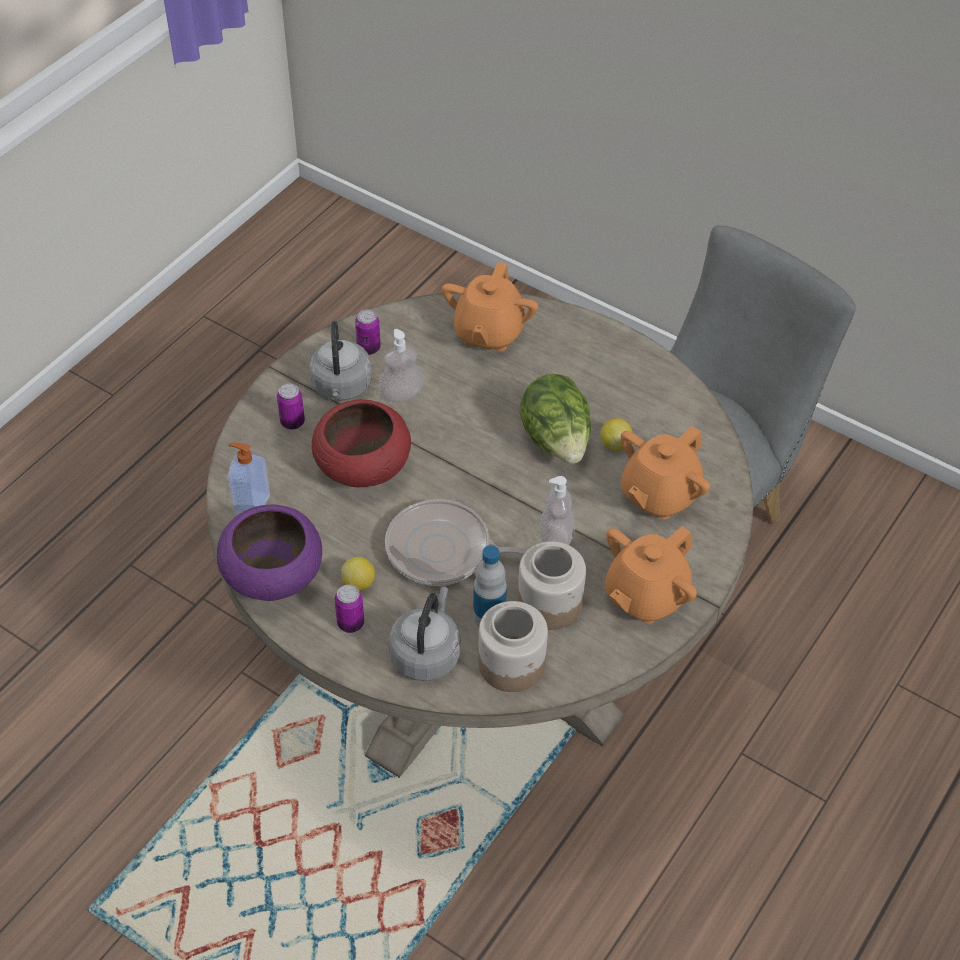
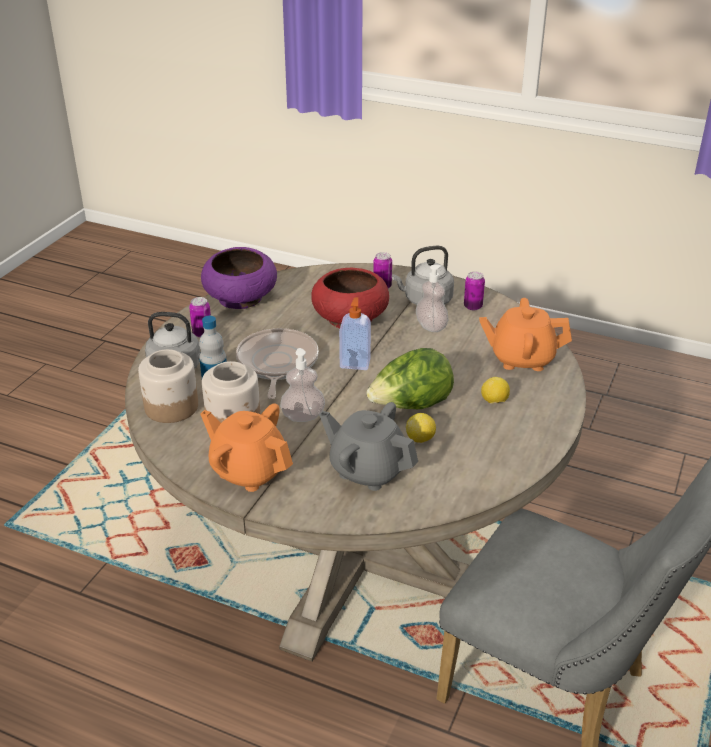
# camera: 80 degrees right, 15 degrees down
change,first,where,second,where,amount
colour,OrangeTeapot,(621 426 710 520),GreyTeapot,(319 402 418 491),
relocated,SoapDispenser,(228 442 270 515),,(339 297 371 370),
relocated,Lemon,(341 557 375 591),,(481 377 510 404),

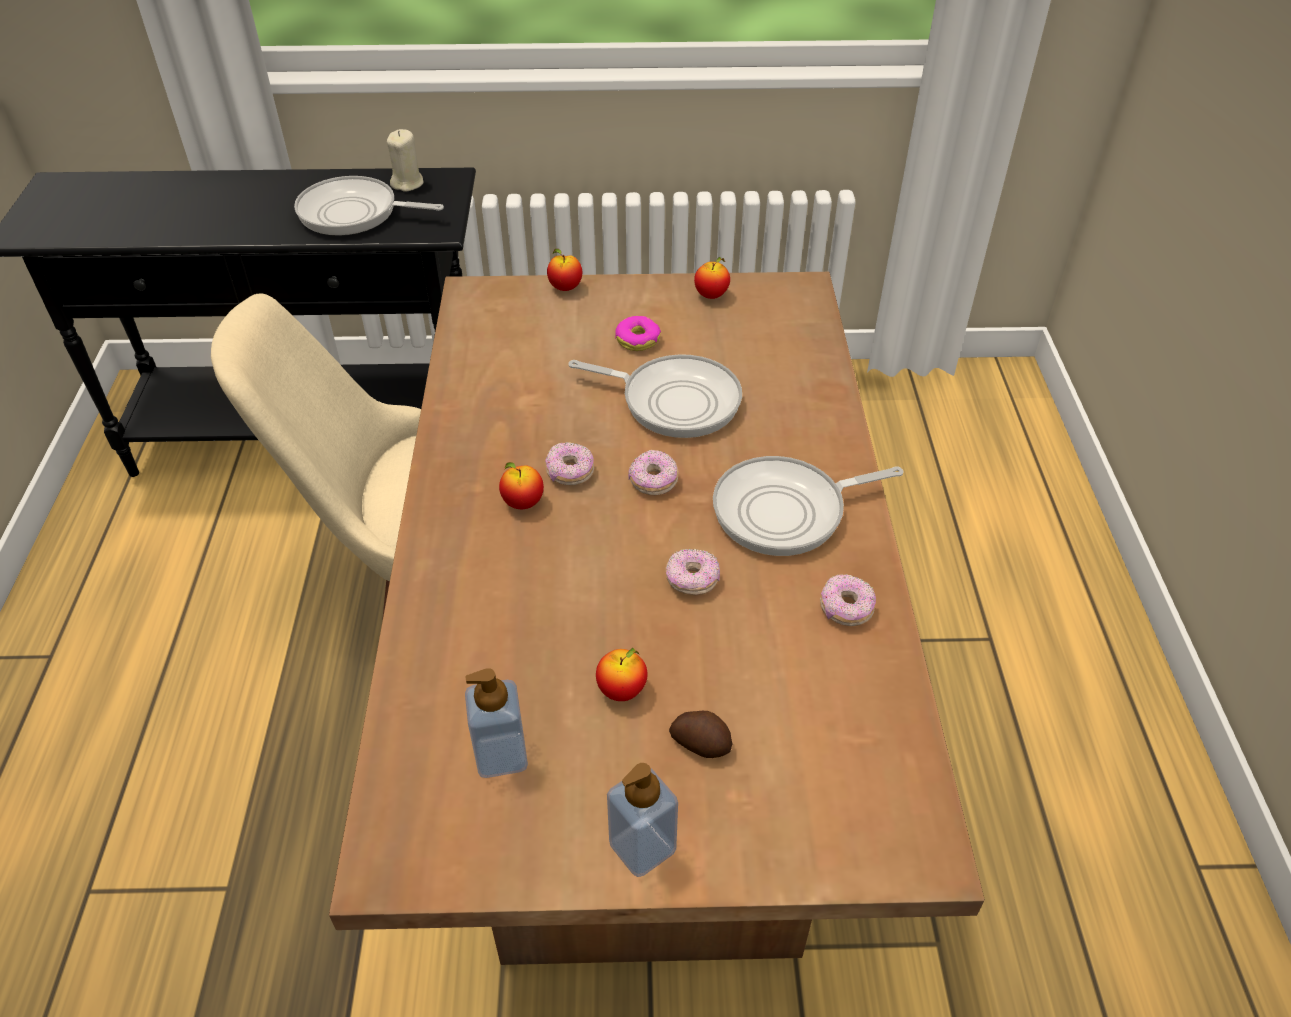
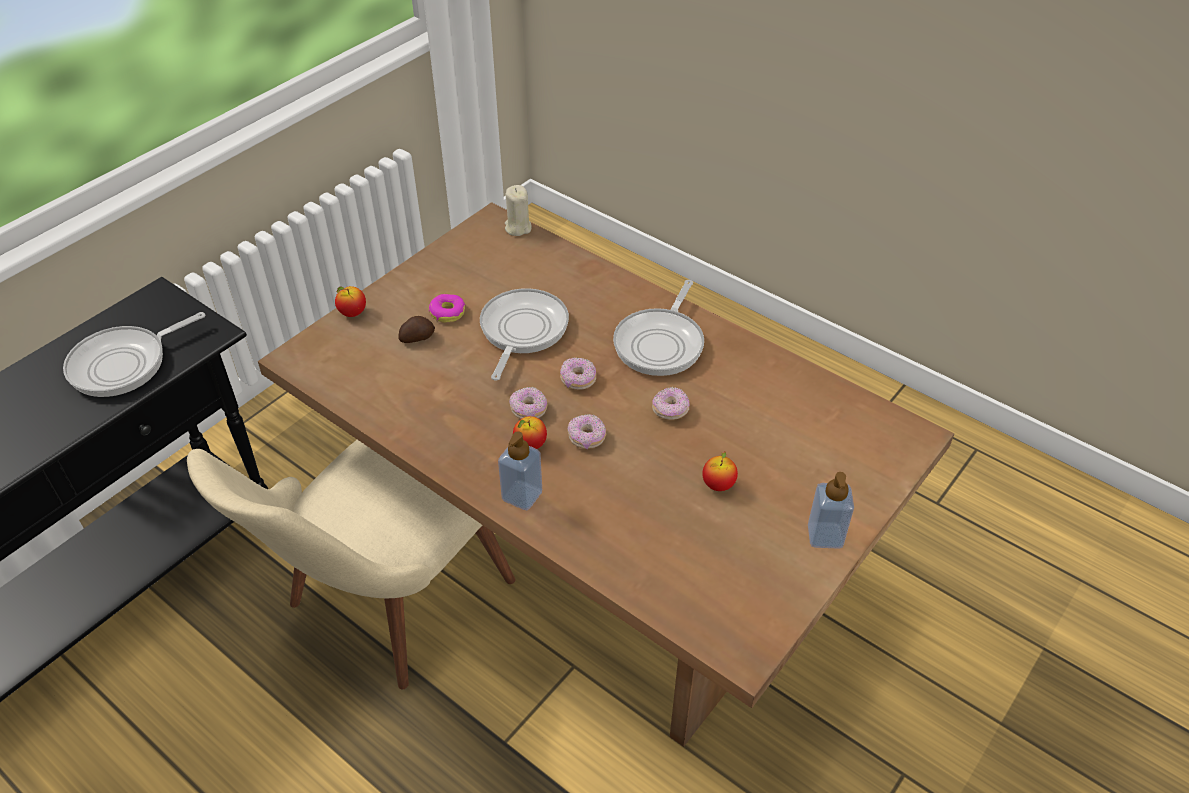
# camera: 50 degrees left, 0 degrees up
change,first,where,second,where,amount
relocated,Potato,(669 711 732 758),,(398 316 435 343),
spun,FryingPan,(569 354 742 438),,(480 288 569 380),45 degrees counterclockwise
relocated,SoapDispenser,(465 668 528 778),,(498 431 542 510),
relocated,BeigeCandle,(387 129 424 191),,(505 185 532 236),
relocated,Donut,(820 574 876 626),,(568 414 606 449),
missing,Apple,(694 257 730 299),,,

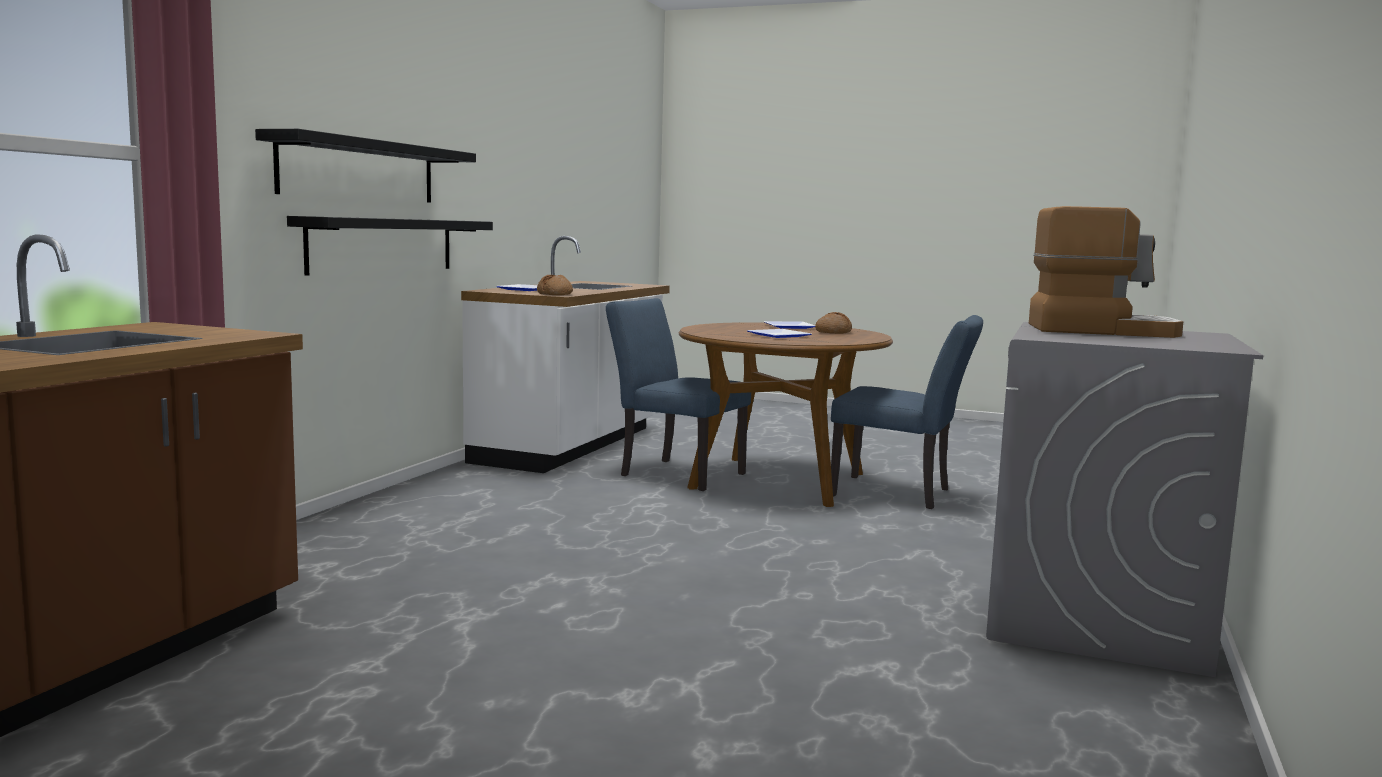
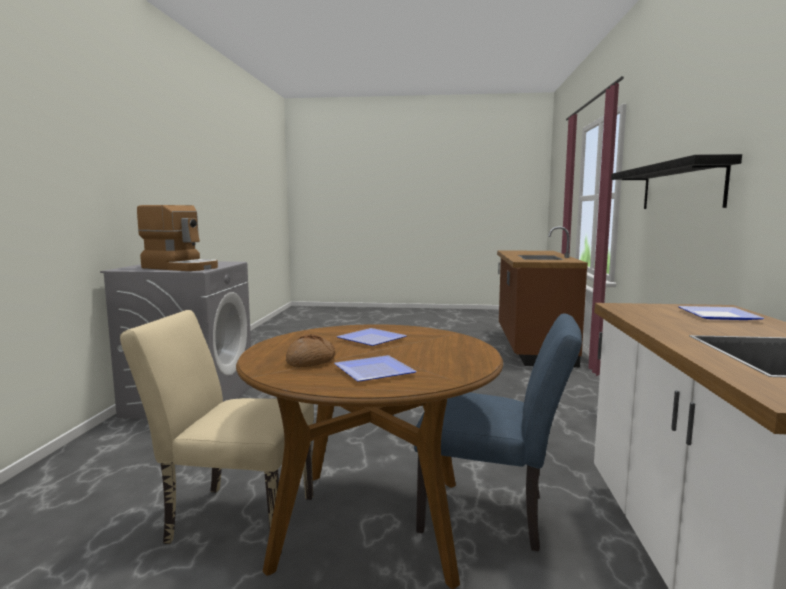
# camera: 165 degrees right, 0 degrees up
change,first,where,second,where,amount
colour,BlueChair,(831 315 983 509),BeigeChair,(120 310 314 553),
spun,CoffeeMachine,(1029 206 1183 338),,(137 205 218 271),150 degrees counterclockwise
missing,BlackShelf,(287 216 493 276),,,
missing,Bread,(537 275 573 295),,,

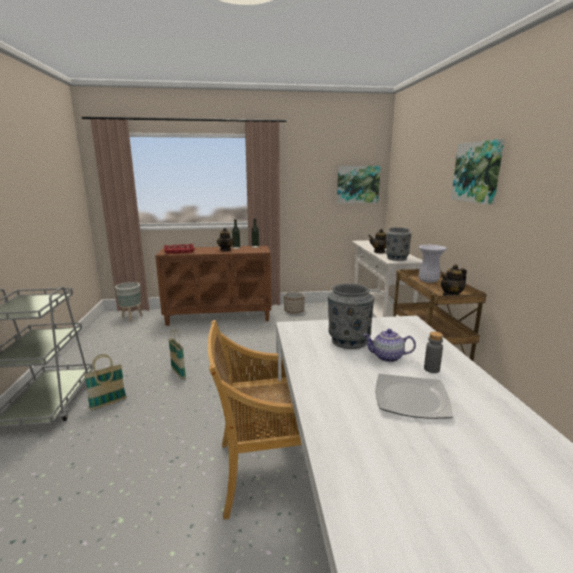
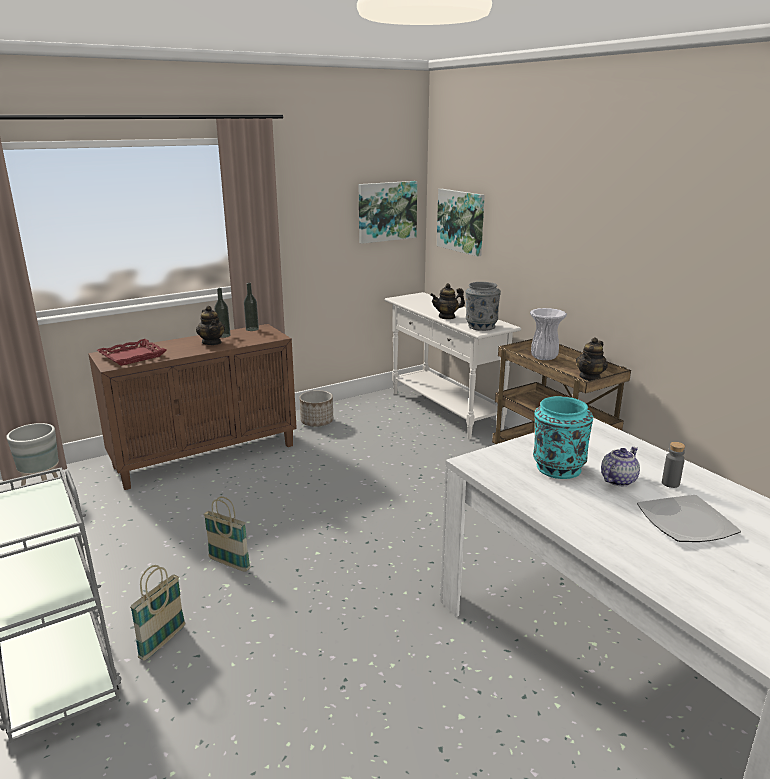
# camera: 25 degrees left, 5 degrees up
change,first,where,second,where,amount
relocated,Picture,(451 139 504 205),,(437 189 485 257),
colour,GreyVase,(328 283 374 349),TurquoiseVase,(533 396 593 479),
spun,Teapot,(363 329 416 362),,(601 447 640 486),150 degrees clockwise
missing,BeigeChair,(208 320 302 520),,,

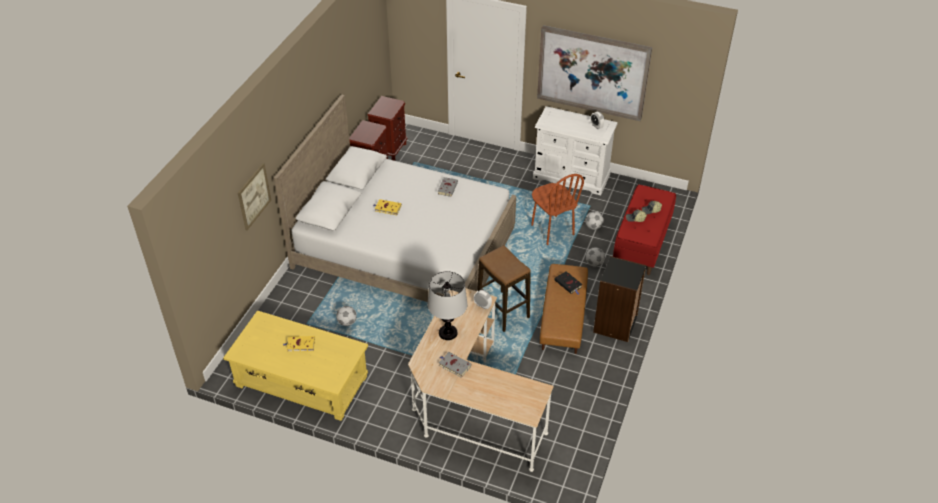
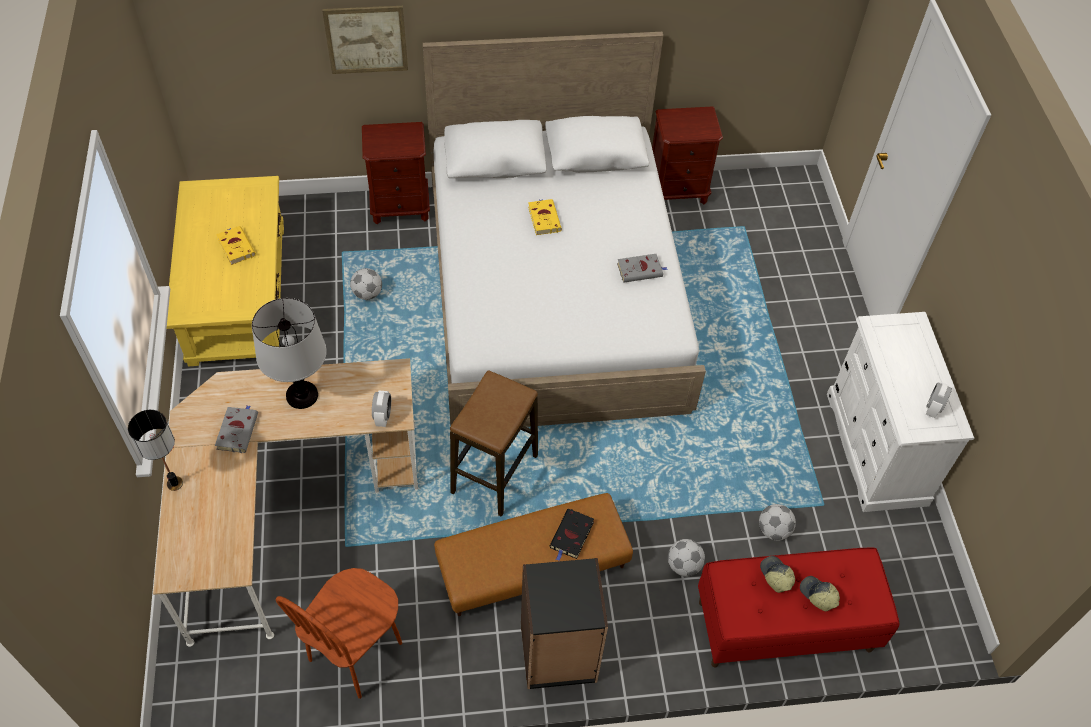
# camera: 60 degrees right, 10 degrees up
change,first,where,second,where,amount
appeared,,,TableLamp,(128 410 183 491),
relocated,BrownChair,(531 174 584 245),,(276 568 402 699),
relocated,BrownNightstand,(368 96 407 161),,(362 122 430 224),
missing,Picture,(537 25 652 121),,,

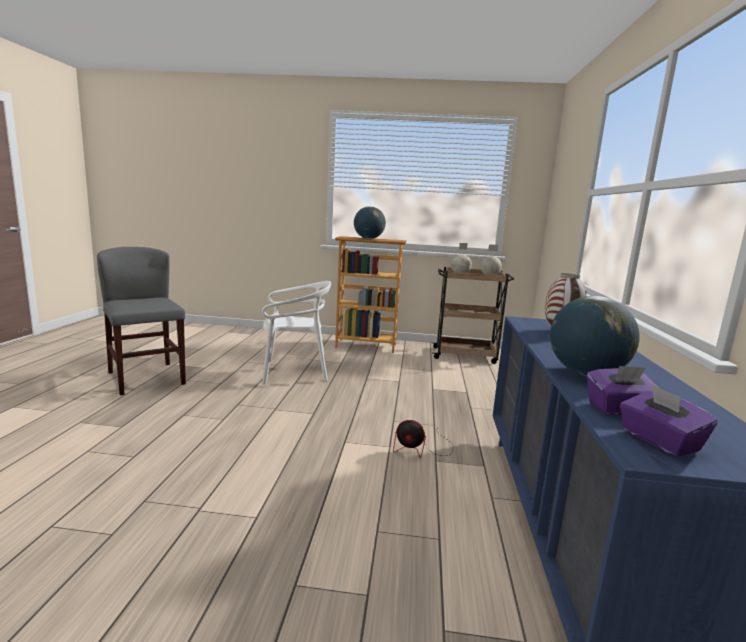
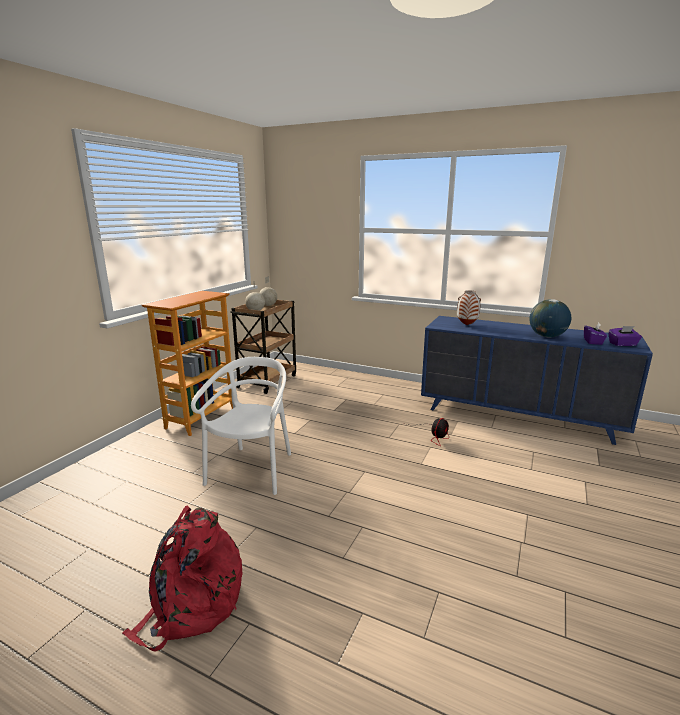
# camera: 70 degrees left, 5 degrees up
change,first,where,second,where,amount
exchanged,GreyChair,(97 247 186 396),RedBackpack,(122 506 242 651),
missing,Globe,(354 206 386 239),,,

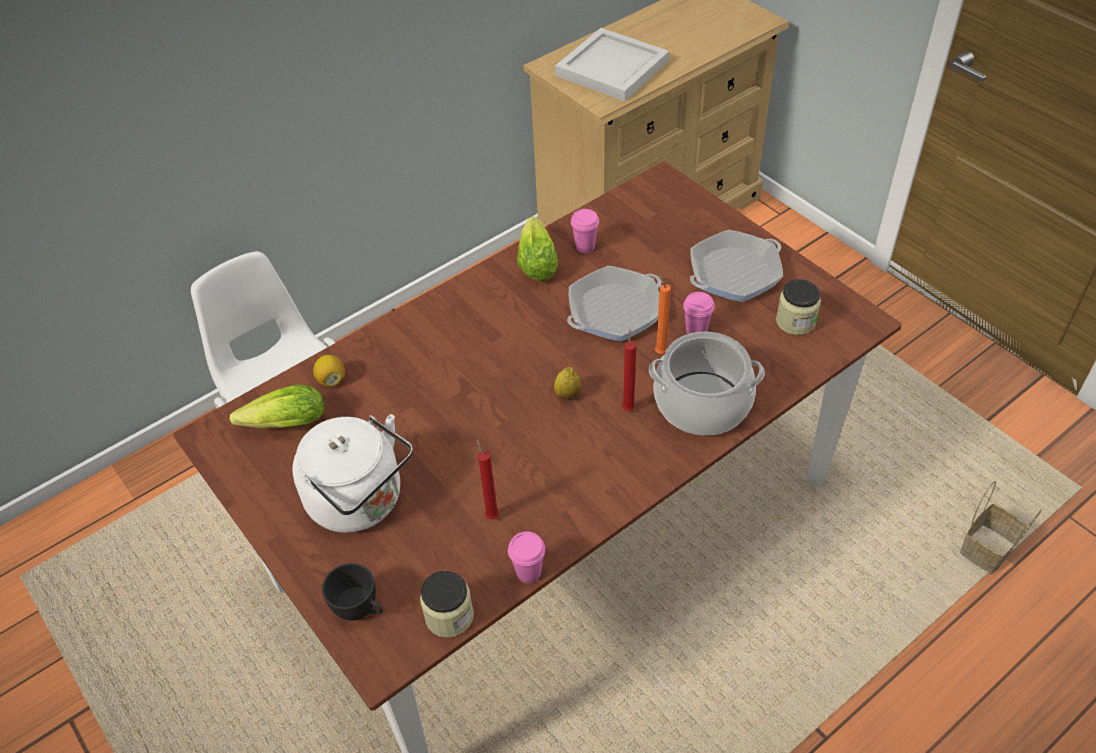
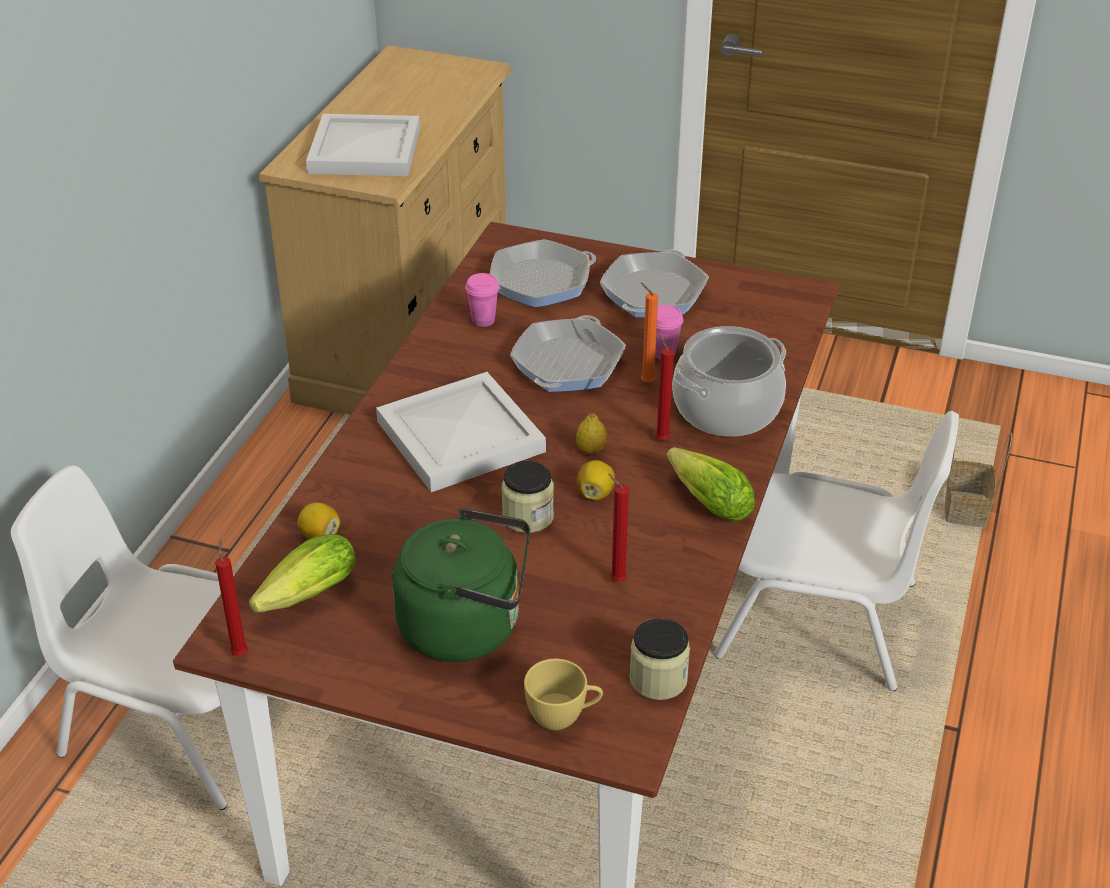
# camera: 35 degrees left, 10 degrees down
change,first,where,second,where,amount
appeared,,,RedCandle,(215 540 248 656),
appeared,,,WhiteTray,(376 372 546 492),
colour,WhiteKettle,(293 414 413 533),GreenKettle,(392 508 530 662),
appeared,,,FryingPan,(490 239 596 308),
relocated,Jar,(776 279 821 335),,(501 461 554 533),
colour,BlackCup,(322 563 383 621),YellowCup,(524 659 603 730),
appeared,,,Lemon,(577 460 615 500),
relocated,Lettuce,(517 217 558 281),,(667 447 755 521),
appeared,,,WhiteChair,(714 411 959 691),
missing,PinkCup,(508 531 545 583),,,

